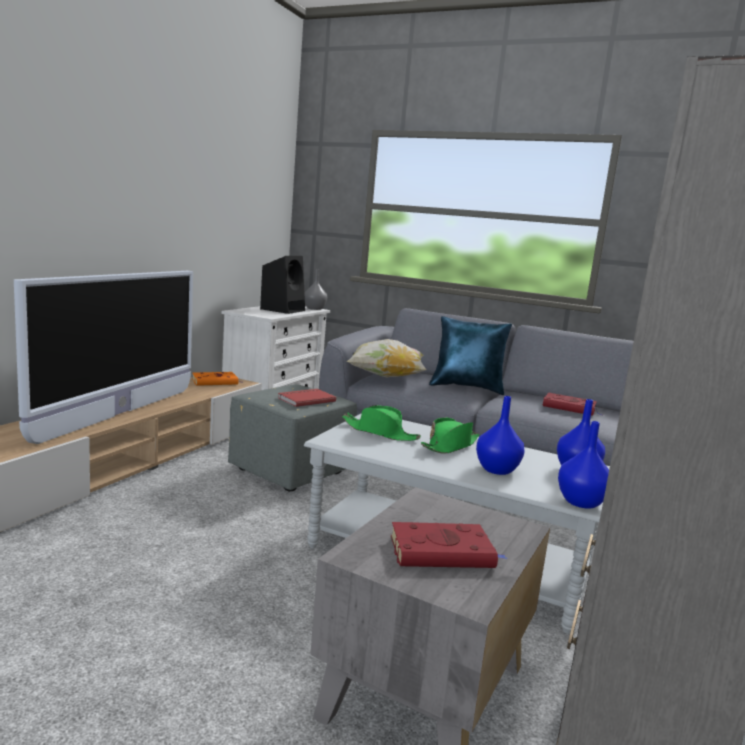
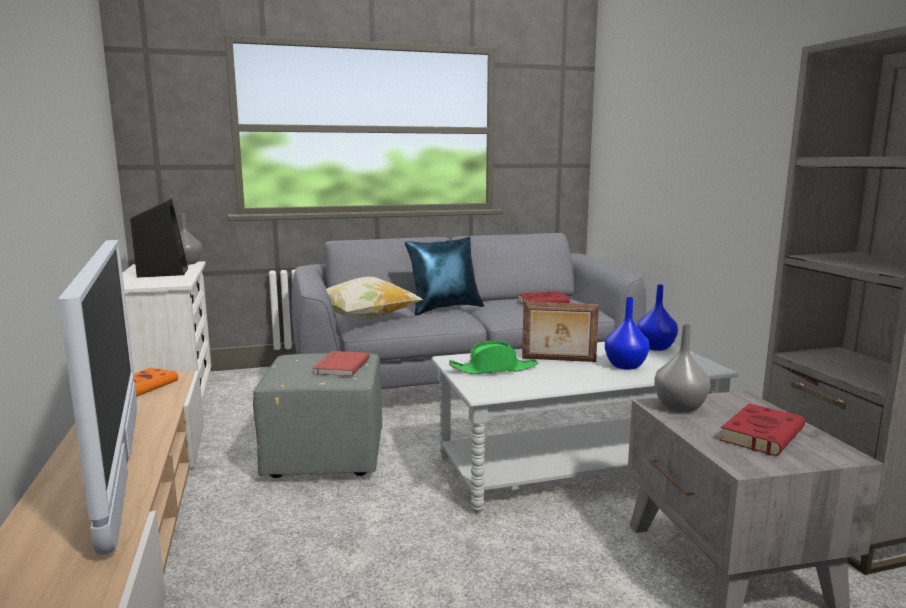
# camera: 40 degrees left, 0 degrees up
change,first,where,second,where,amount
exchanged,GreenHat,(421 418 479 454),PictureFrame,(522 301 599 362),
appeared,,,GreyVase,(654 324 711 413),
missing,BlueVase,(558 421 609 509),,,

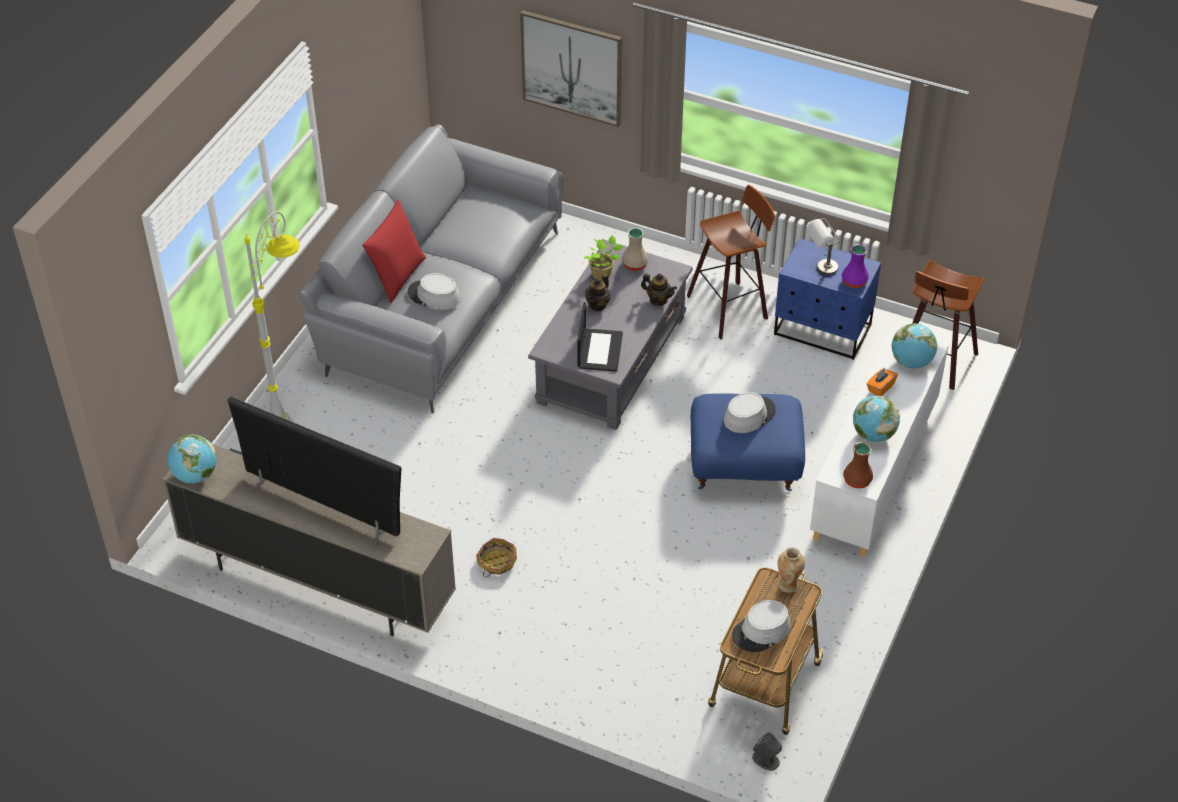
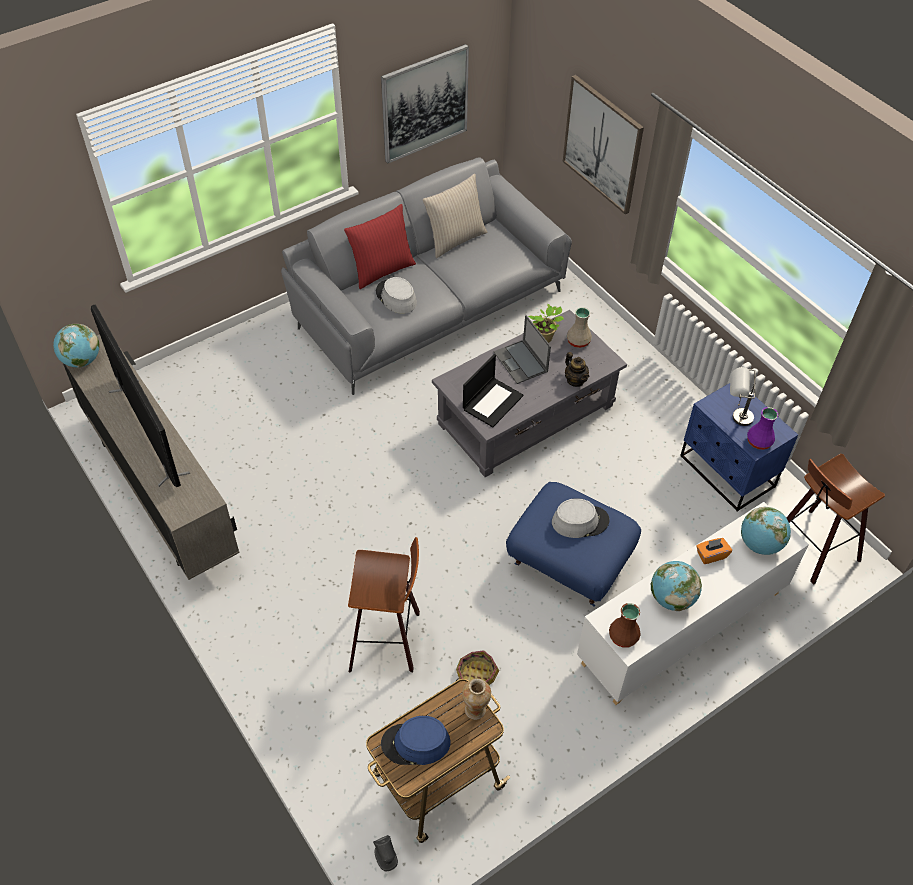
# camera: 30 degrees right, 5 degrees up
change,first,where,second,where,amount
relocated,Stool,(687 185 775 340),,(348 537 420 672),
appeared,,,Picture,(381 44 469 163),
colour,GreyHat,(732 600 791 652),BlueHat,(381 716 451 765),
appeared,,,BeigePillow,(422 174 487 258),
relocated,Basket,(476 538 517 577),,(455 650 499 685),
exchanged,Teapot,(585 274 610 311),Laptop,(494 315 551 384),
missing,GreyFloorLamp,(244 211 300 423),,,

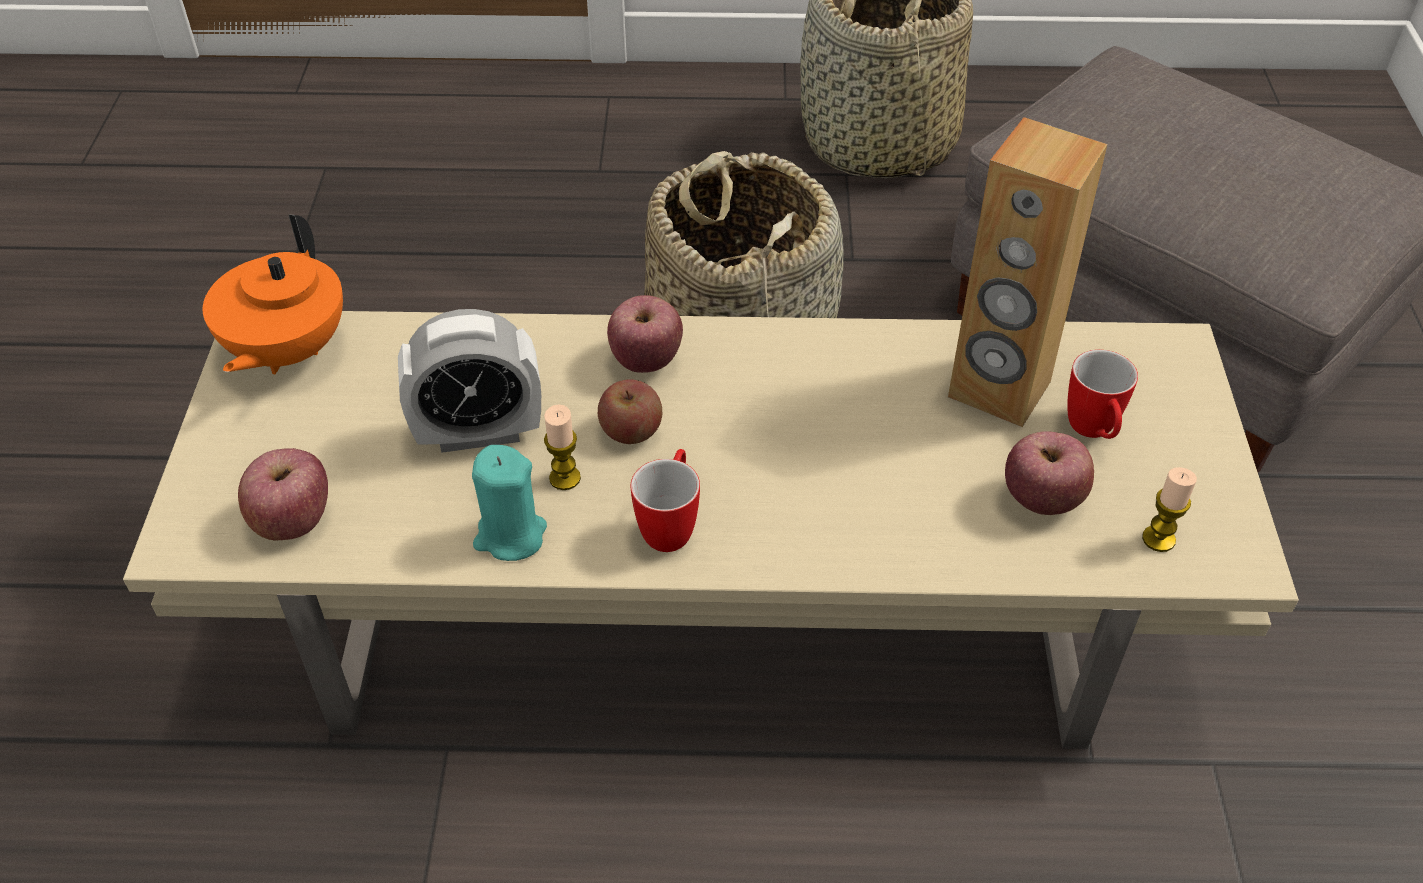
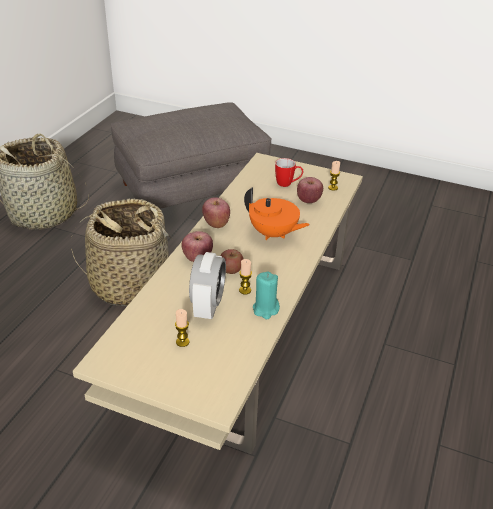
# camera: 70 degrees left, 10 degrees down
change,first,where,second,where,amount
appeared,,,Candle,(175 309 189 347),
relocated,Apple,(238 448 328 541),,(202 197 230 228),
relocated,OrangeTeapot,(203 215 343 375),,(244 187 310 240),
missing,Mug,(631 449 700 552),,,
missing,BrownSpeaker,(948 117 1107 427),,,

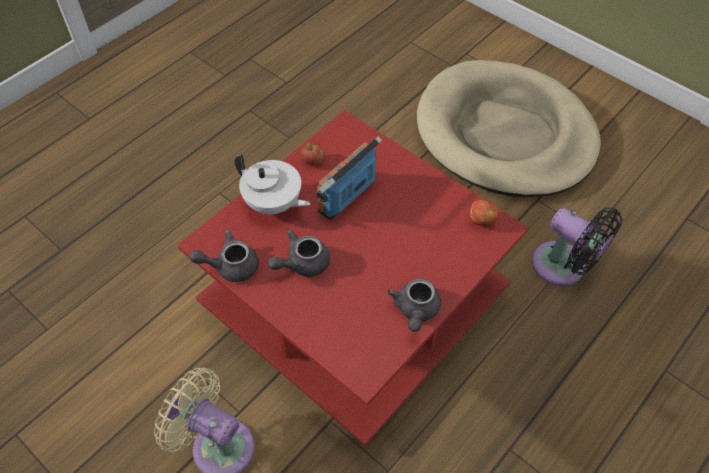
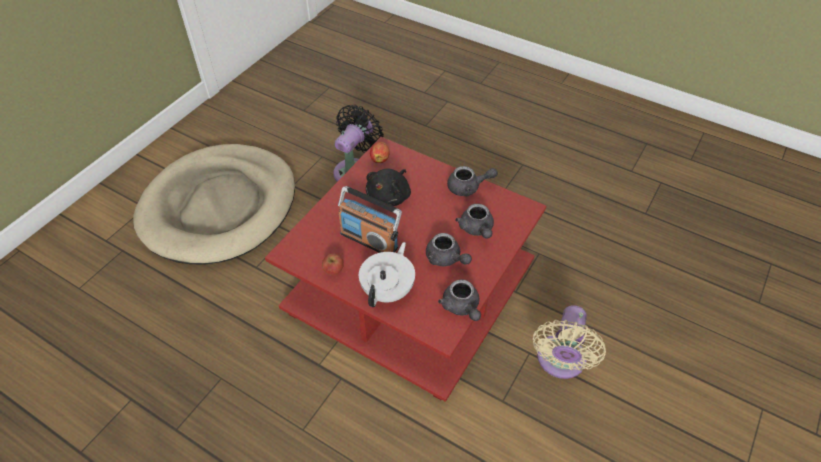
# camera: 100 degrees left, 5 degrees down
change,first,where,second,where,amount
appeared,,,BlackPlushToy,(366 169 411 206),
appeared,,,GreyTeapot,(455 204 494 239),

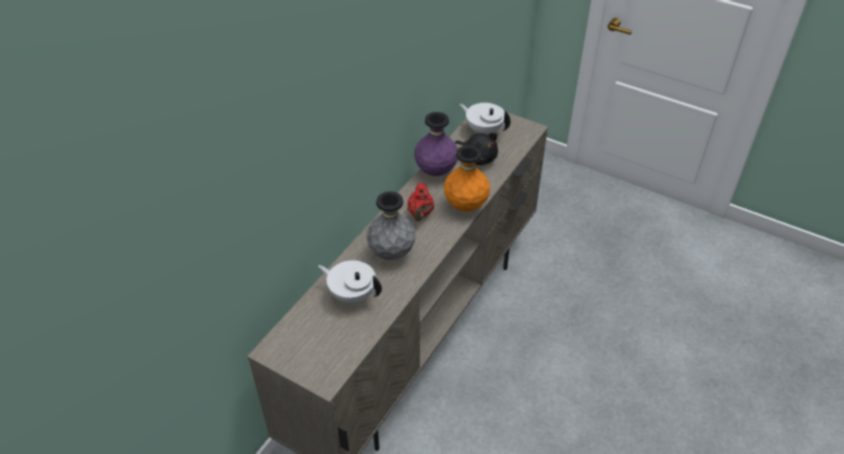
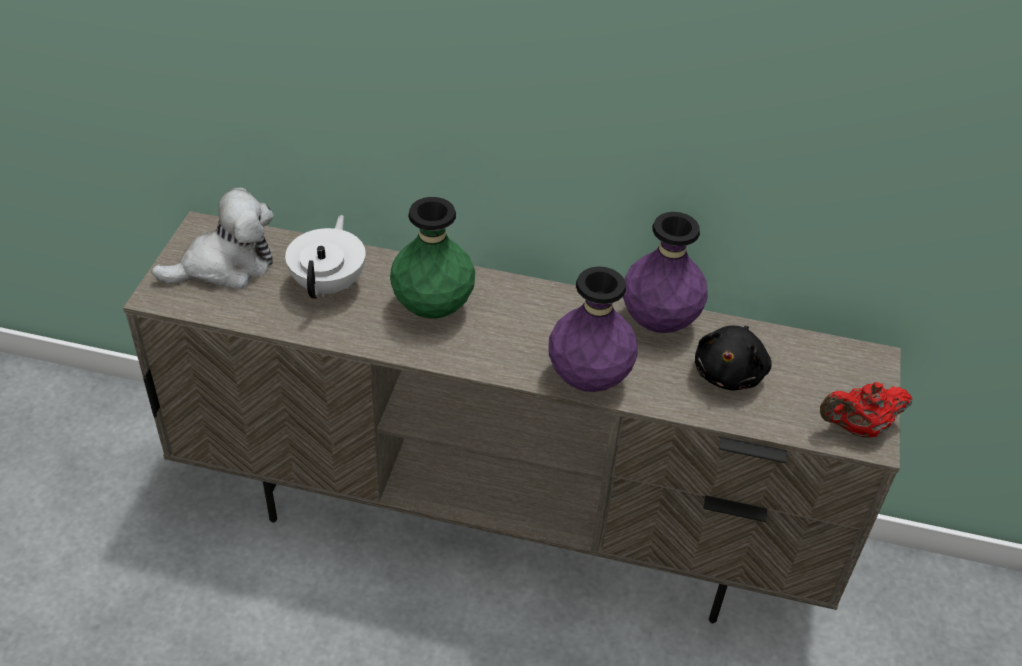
# camera: 70 degrees right, 0 degrees up
change,first,where,second,where,amount
appeared,,,PlushToy,(152 187 274 289),
colour,GreyVase,(366 191 416 260),GreenVase,(390 197 475 319),
colour,OrangeVase,(444 145 490 211),PurpleVase,(548 266 638 392),
relocated,RedTeapot,(407 183 434 221),,(820 382 912 438),
missing,WhiteTeapot,(460 103 511 135),,,

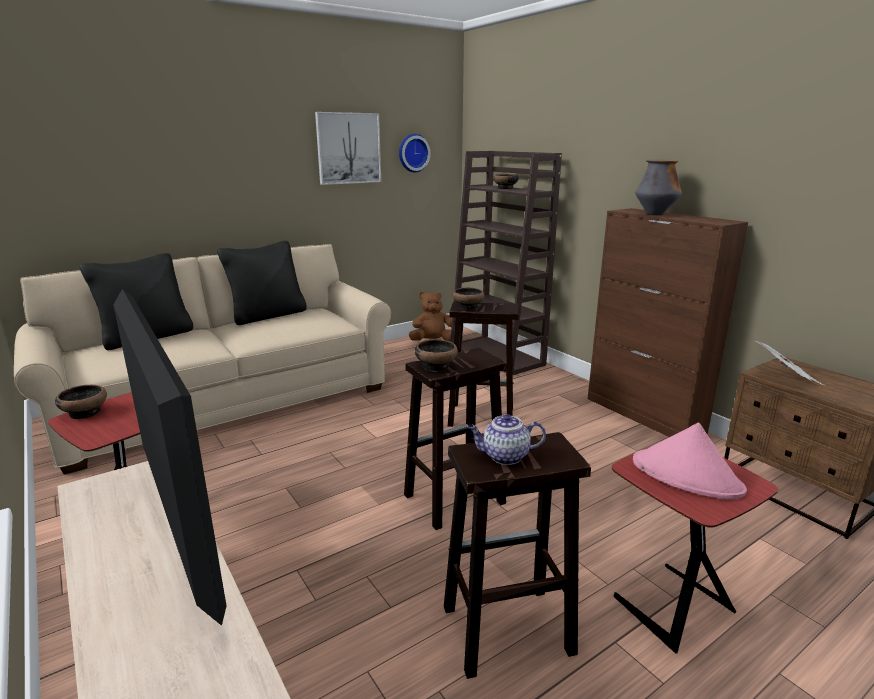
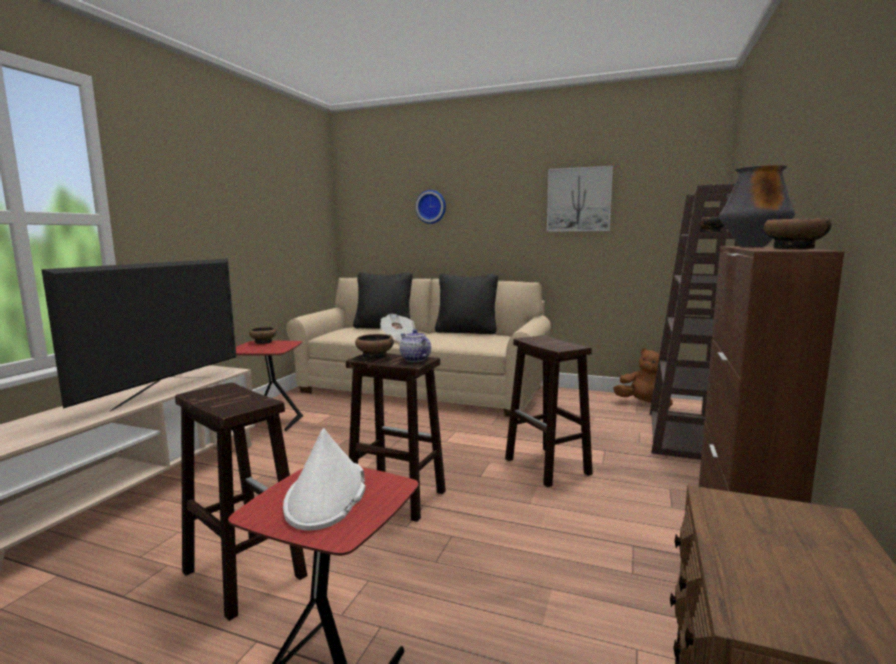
# camera: 55 degrees right, 10 degrees down
change,first,where,second,where,amount
colour,PinkHat,(633 423 747 499),WhiteHat,(283 428 366 531),
relocated,Newspaper,(755 341 824 385),,(380 314 415 342),
relocated,Teapot,(467 414 546 465),,(400 329 431 362),
relocated,WallClock,(399 134 431 172),,(415 190 446 224),
relocated,Bowl,(453 288 484 310),,(764 218 832 249),

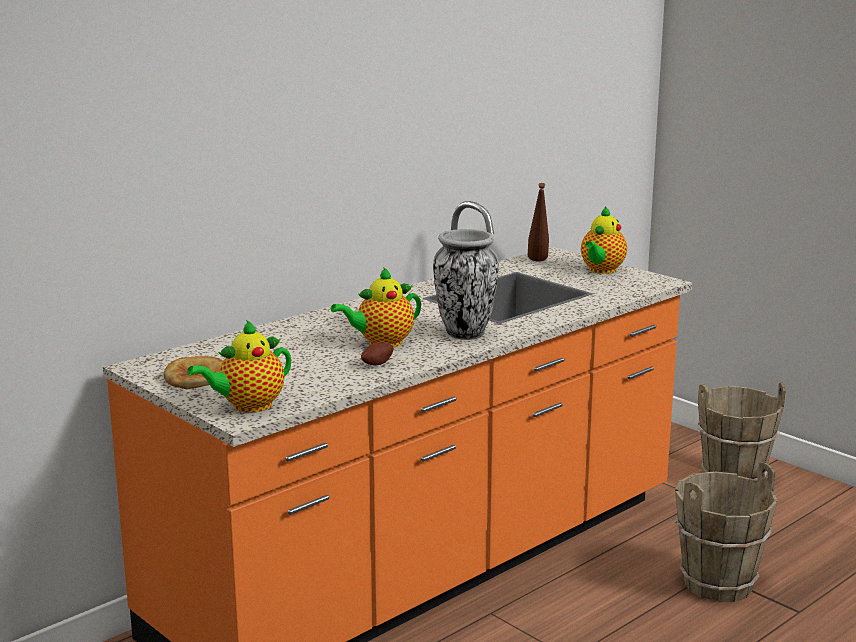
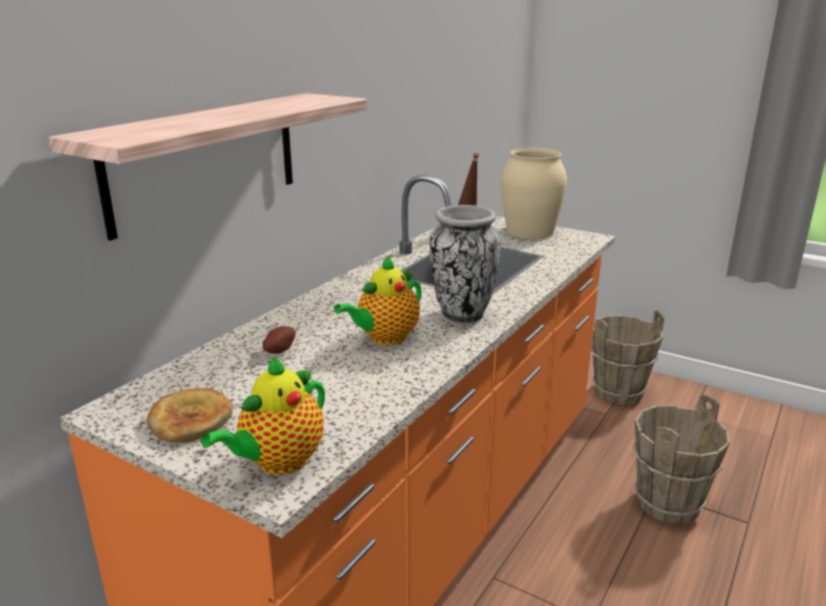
# camera: 15 degrees left, 5 degrees up
change,first,where,second,where,amount
appeared,,,Shelf,(48 93 367 241),
relocated,Potato,(361 342 394 366),,(262 326 296 354),
exchanged,Teapot,(581 206 627 274),BeigeVase,(501 148 567 239),

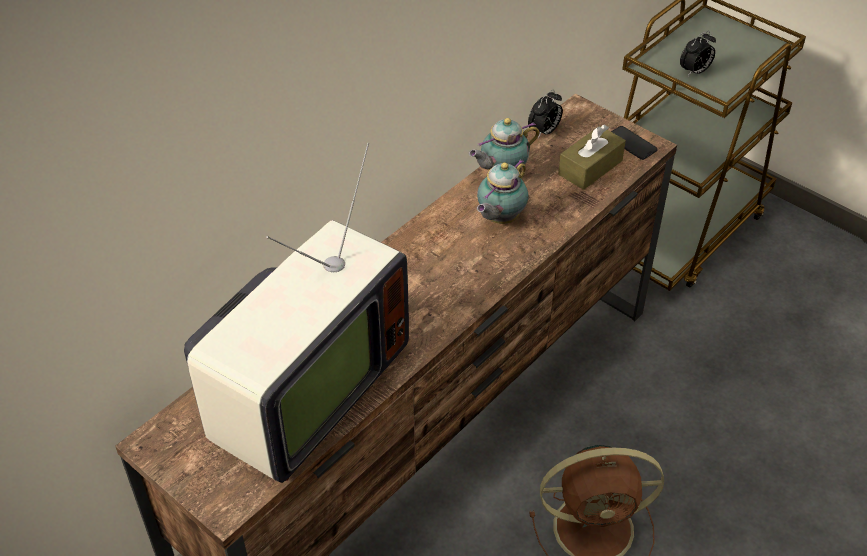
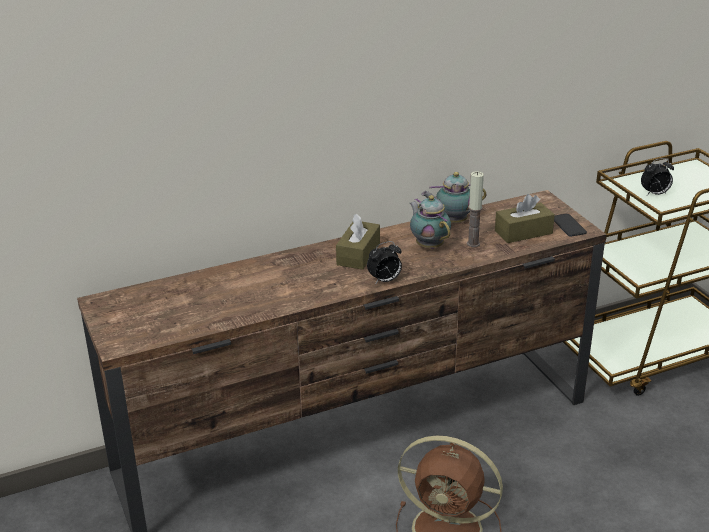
# camera: 25 degrees right, 15 degrees down
change,first,where,second,where,amount
appeared,,,BrownTissueBox,(336 214 380 270),
relocated,AlarmClock,(528 90 563 139),,(367 241 402 283),
spun,Teapot,(477 159 529 224),,(410 195 451 249),90 degrees clockwise
appeared,,,Candle,(467 171 484 247),
missing,Television,(184 142 409 483),,,

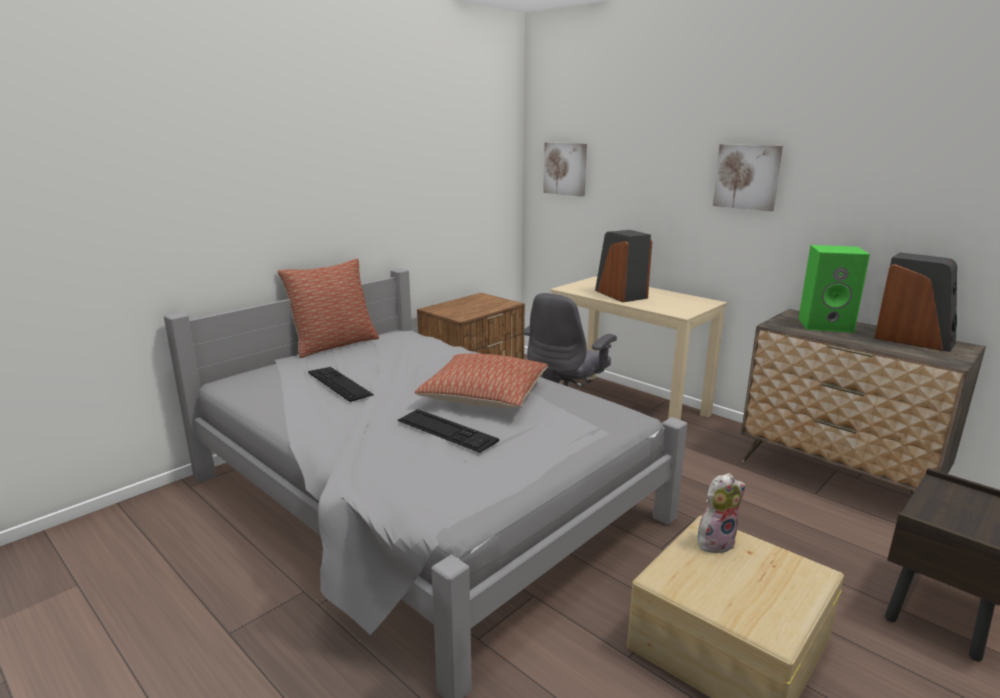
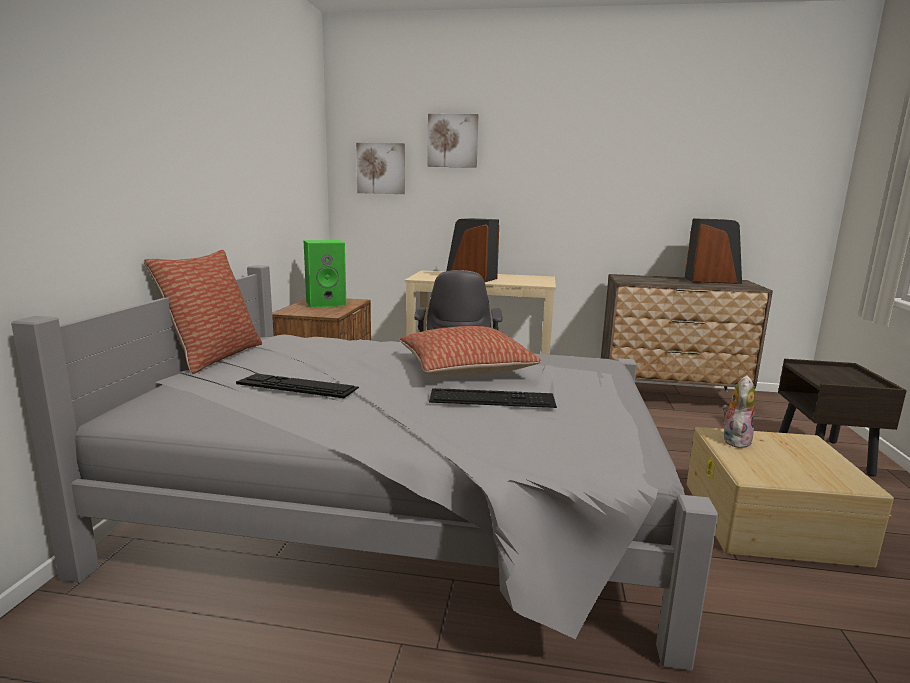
# camera: 35 degrees left, 5 degrees down
change,first,where,second,where,amount
relocated,GreenSpeaker,(798 245 870 333),,(303 240 346 308),
relocated,Picture,(713 144 783 211),,(427 114 478 168),

